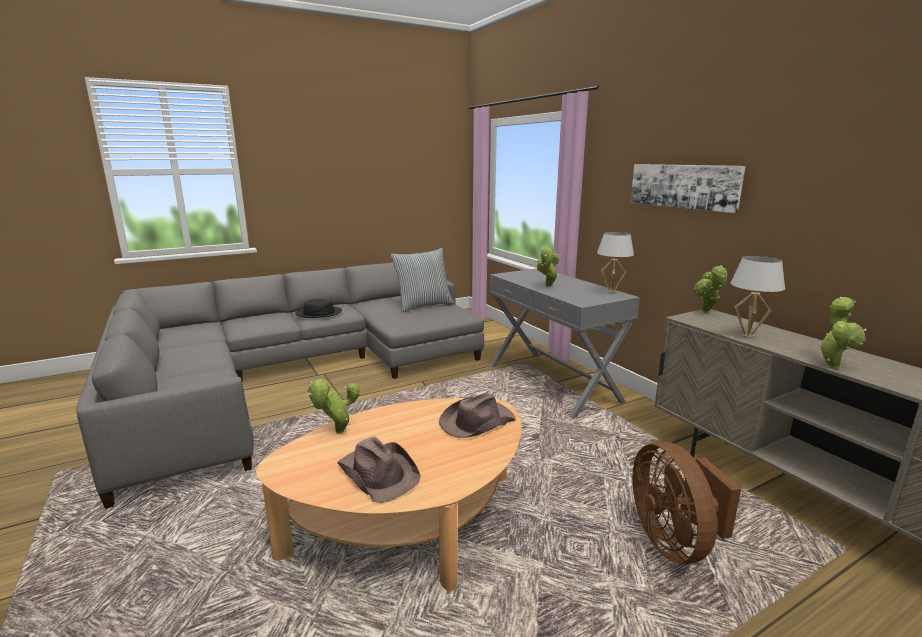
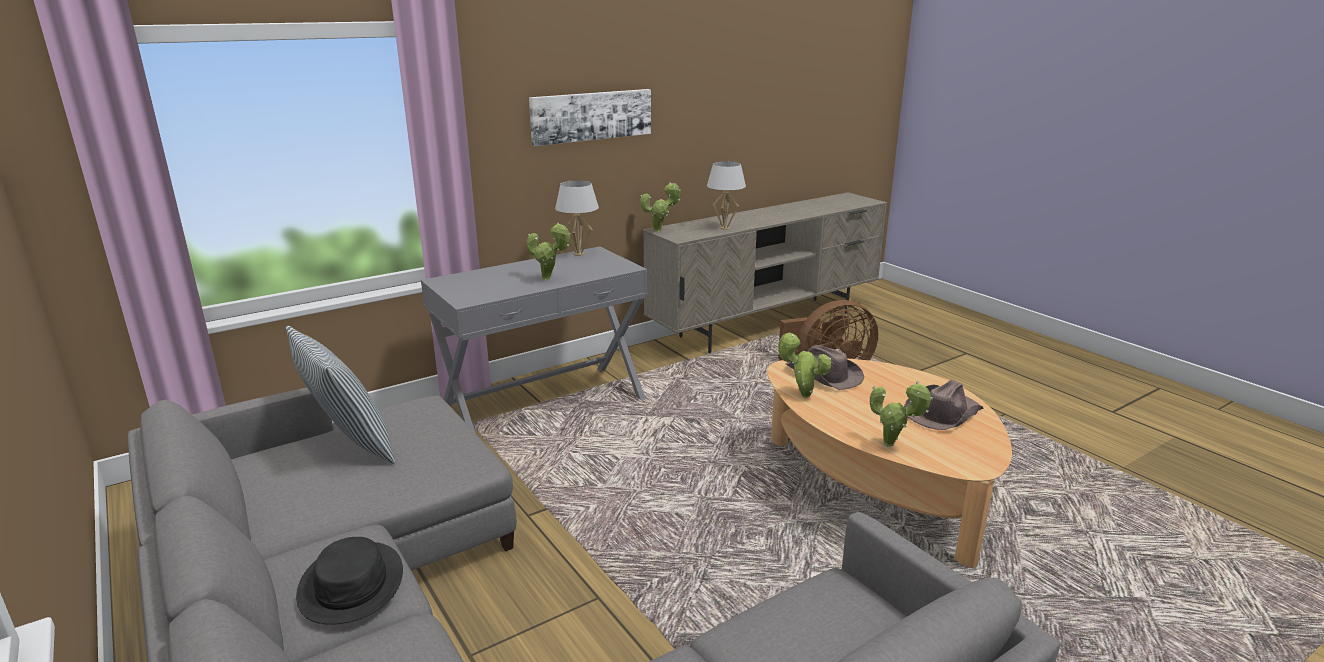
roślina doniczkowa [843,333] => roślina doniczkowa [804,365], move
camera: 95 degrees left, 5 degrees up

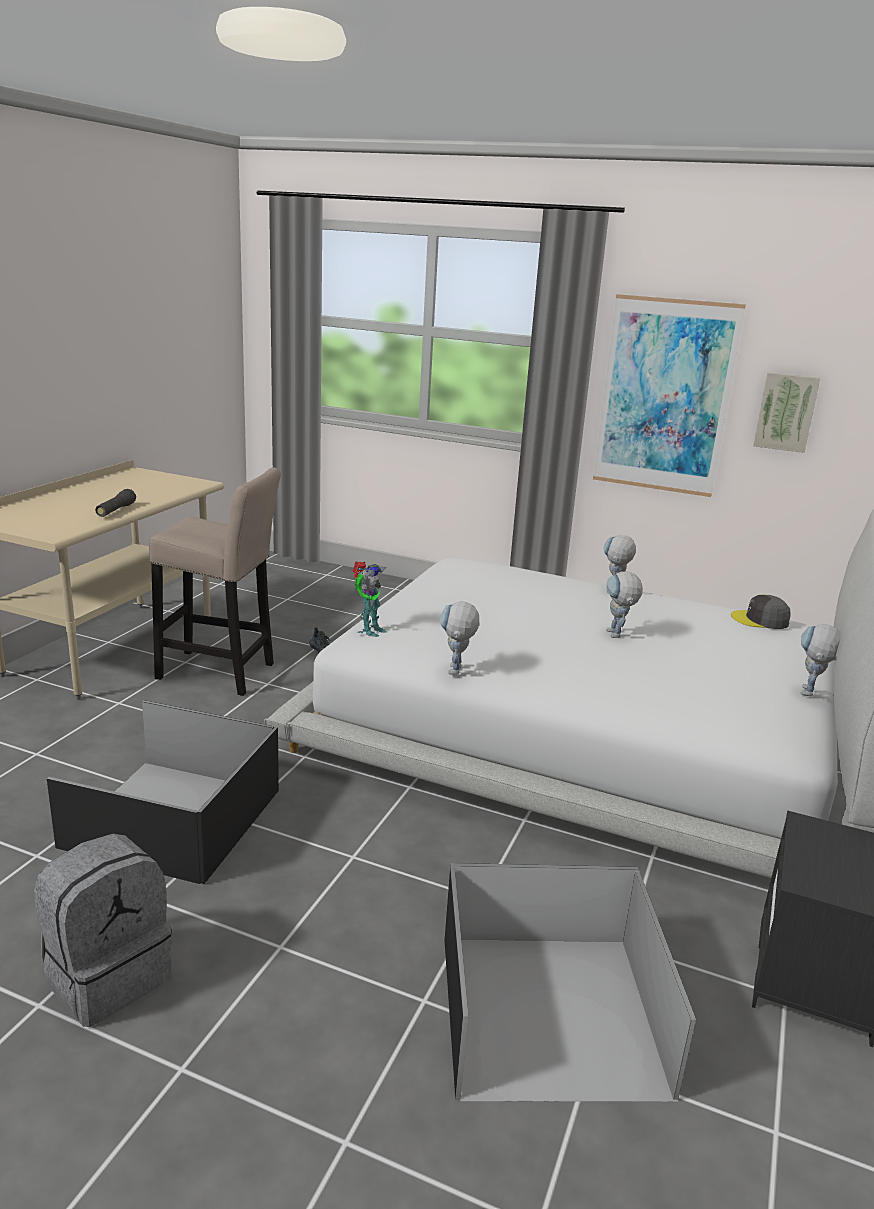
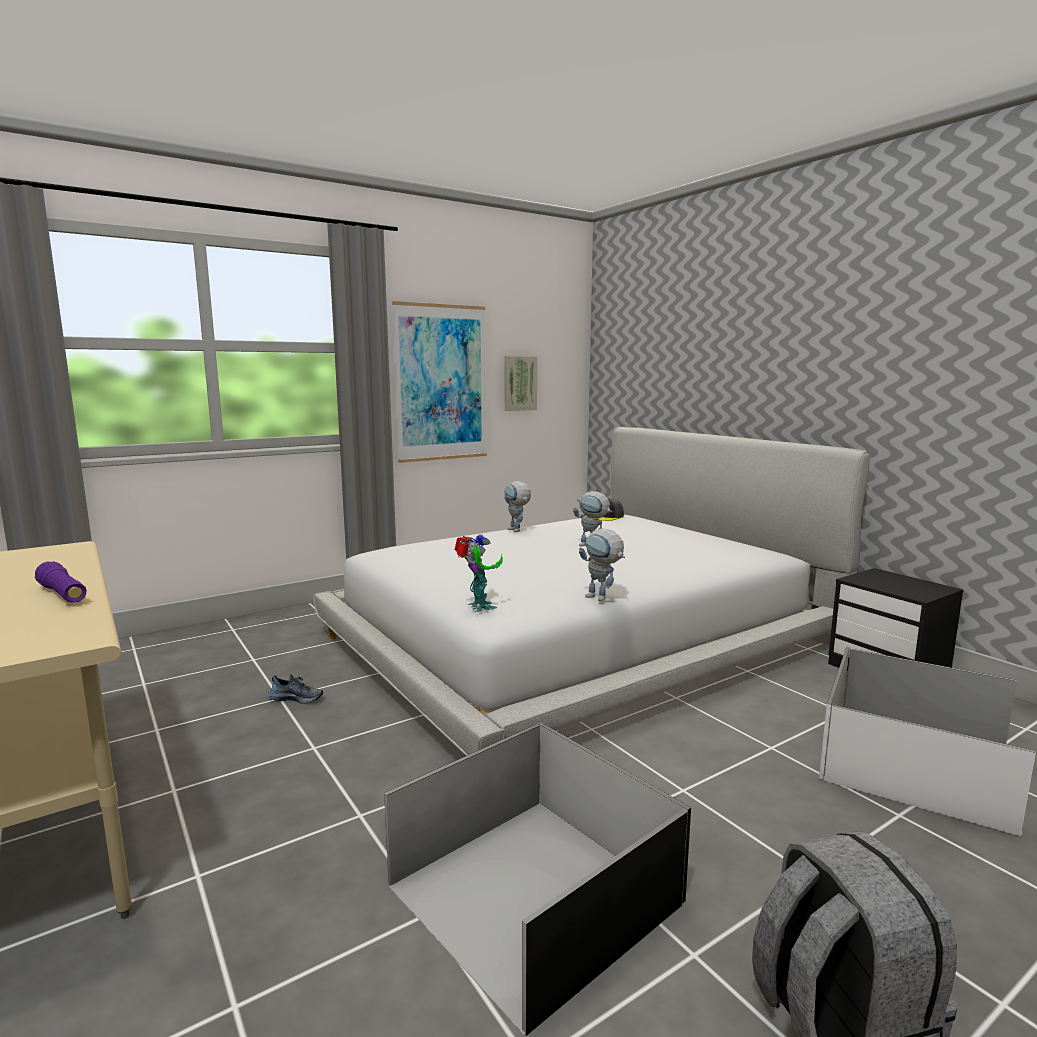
latarka/czarny [115,503] => latarka/fioletowy [61,582]
pojemnik do przechowywania/czarny [570,982] => pojemnik do przechowywania/biały [927,741]
stołek/beżowy [215,581] => nothing
robot zabawkowy [821,660] => nothing
camera: 55 degrees left, 10 degrees down

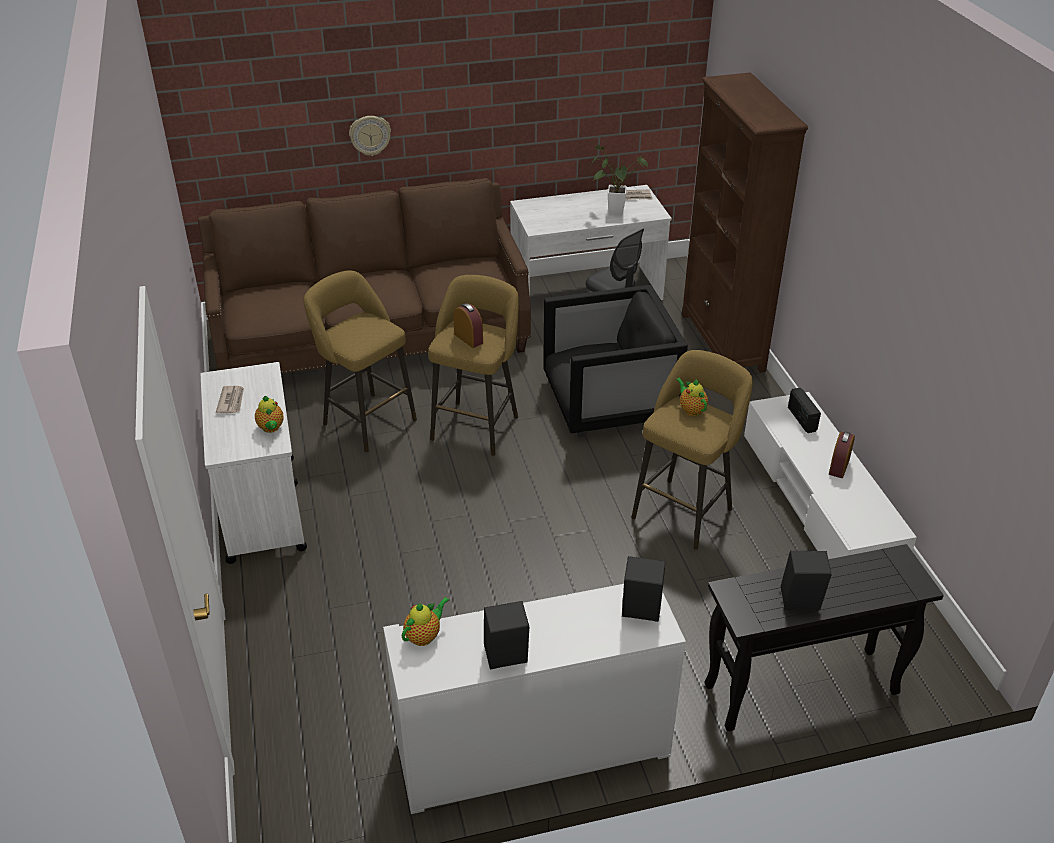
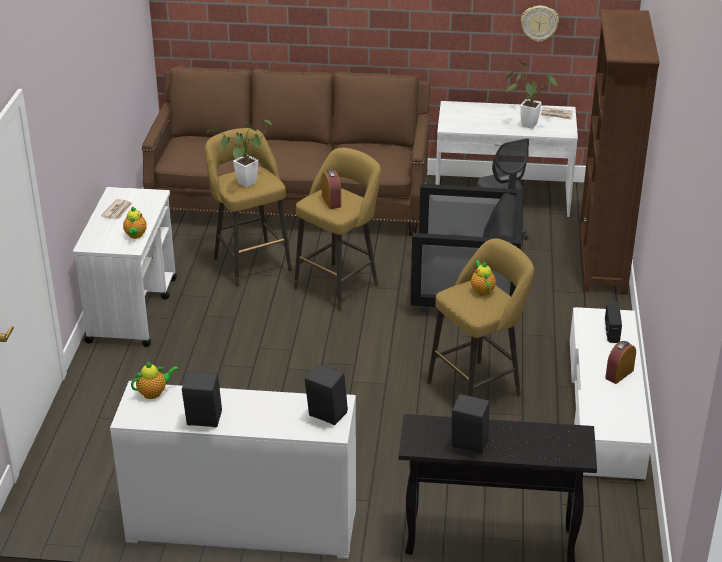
nothing => roślina doniczkowa [239,154]
zegar ścienny [370,136] => zegar ścienny [540,24], move
camera: 20 degrees right, 5 degrees down

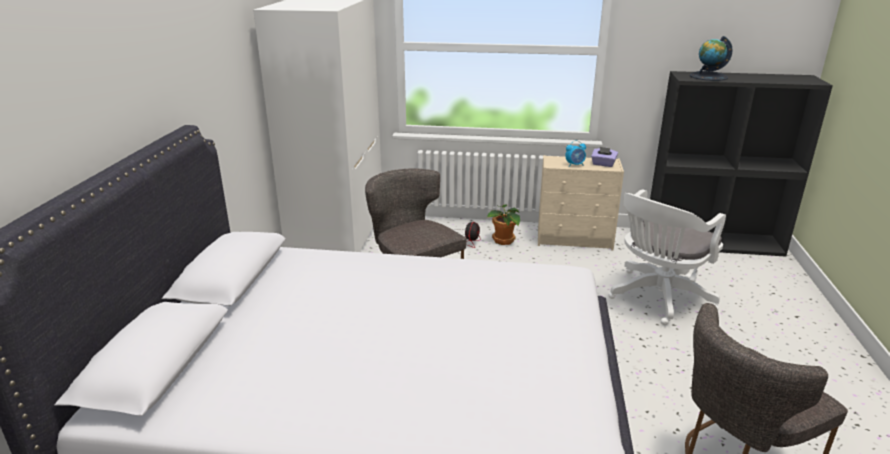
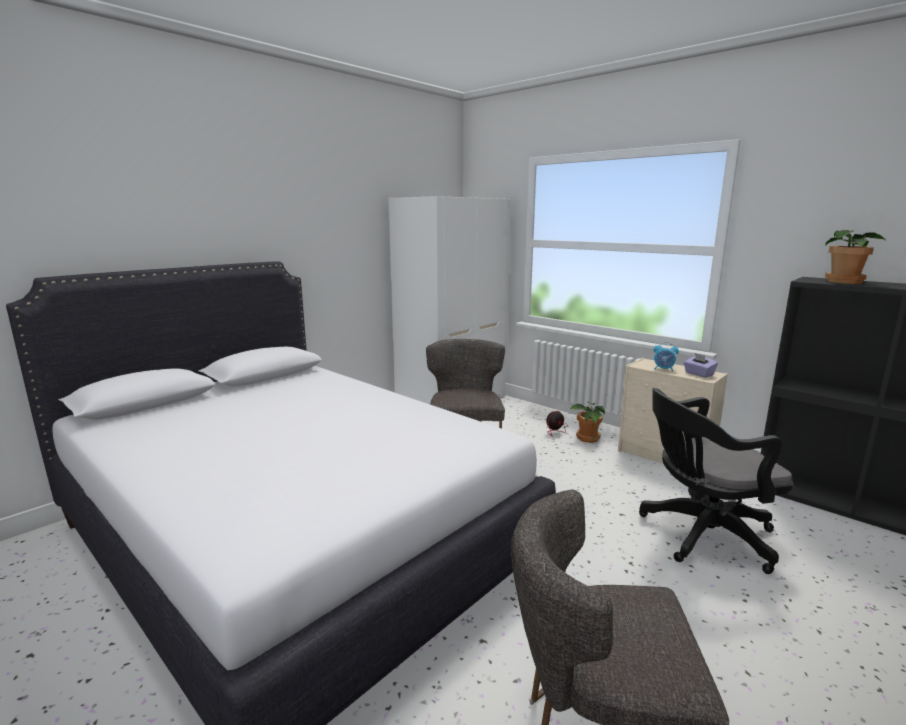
krzesło biurowe/biały [667,257] => krzesło biurowe/czarny [716,481]
globus [711,58] => roślina doniczkowa [855,257]
camera: 35 degrees right, 10 degrees down

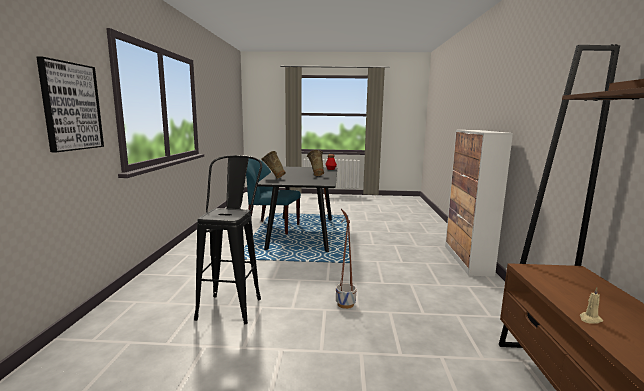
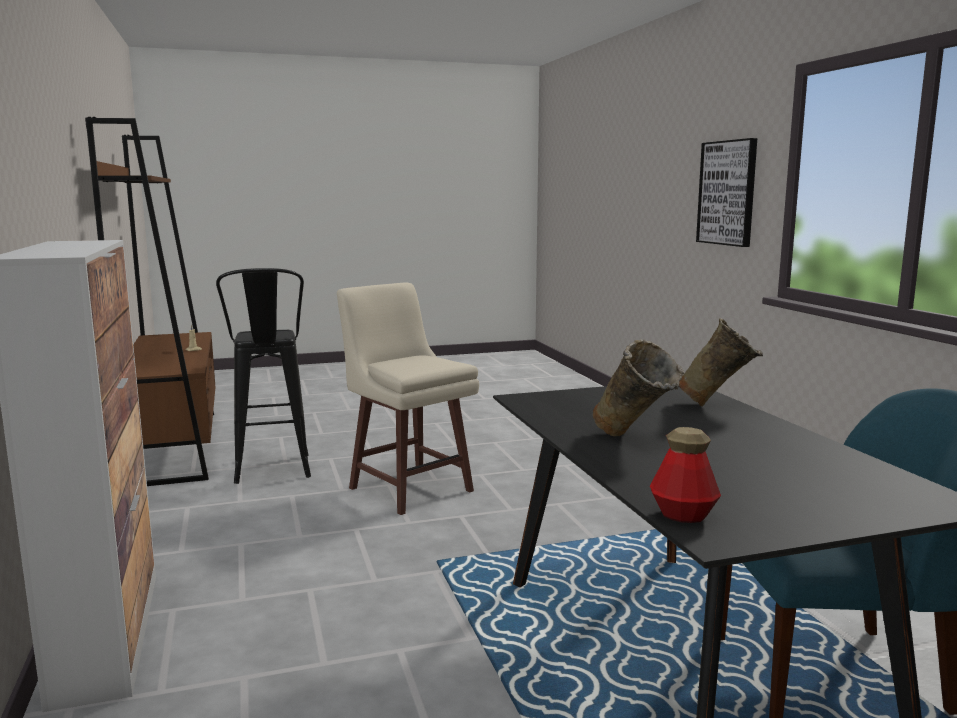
stołek/czarny [228,239] => stołek/czarny [263,376], move
donica [346,259] => stołek/beżowy [408,398]
camera: 160 degrees right, 0 degrees up

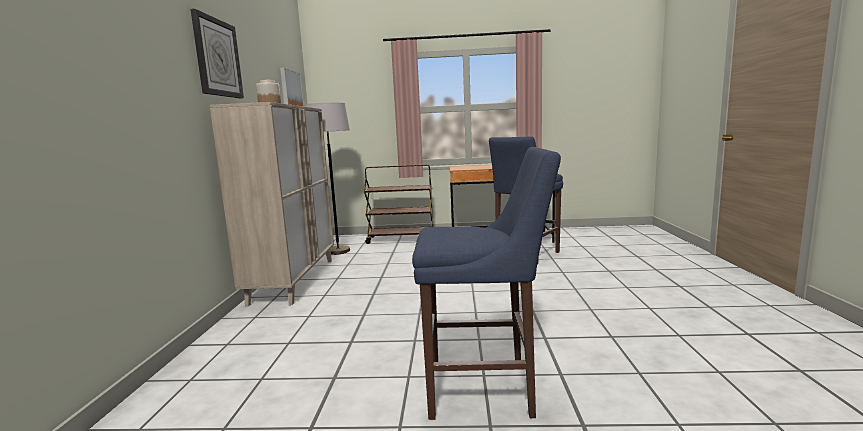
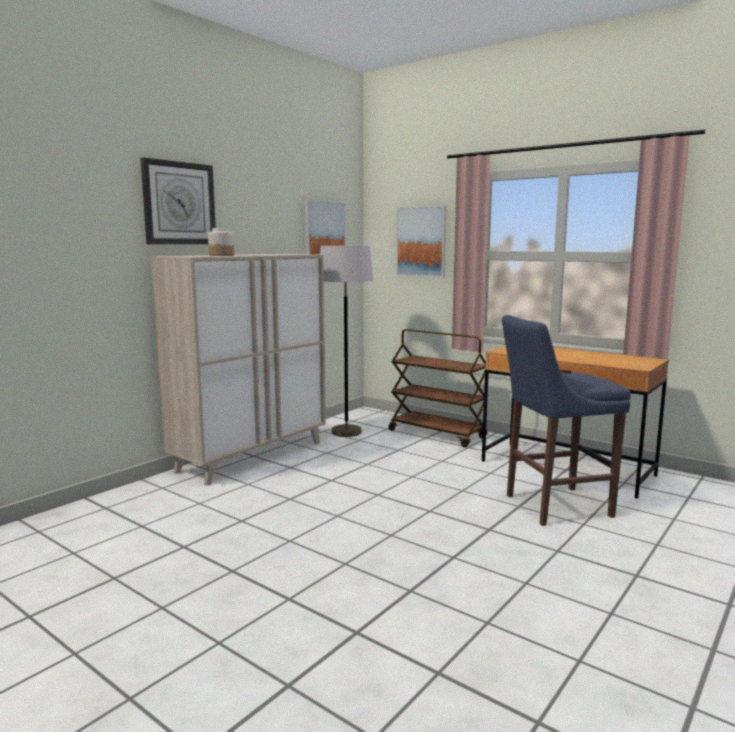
nothing => obraz [421,241]
stołek/niebieski [486,283] => nothing
camera: 35 degrees right, 0 degrees up

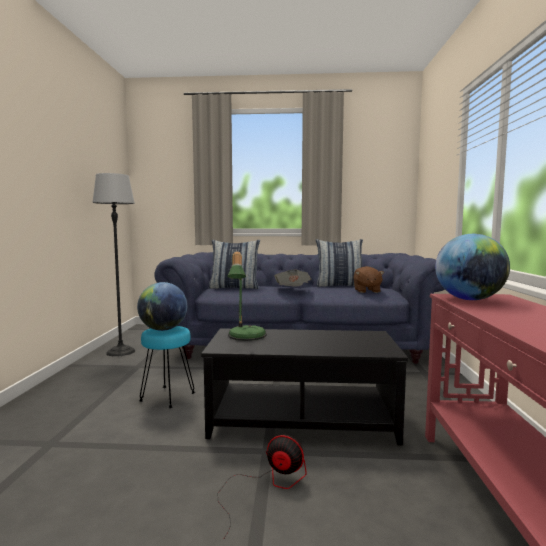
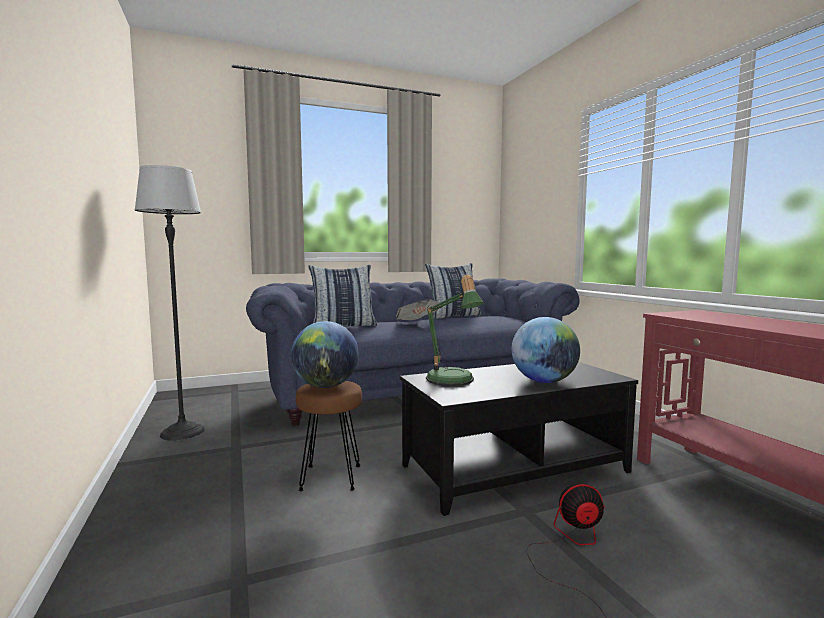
stołek/turkusowy [167,367] => stołek/brązowy [329,436]
globus [472,267] => globus [546,350], move
pluszak/brązowy [368,279] => nothing
camera: 25 degrees left, 0 degrees up

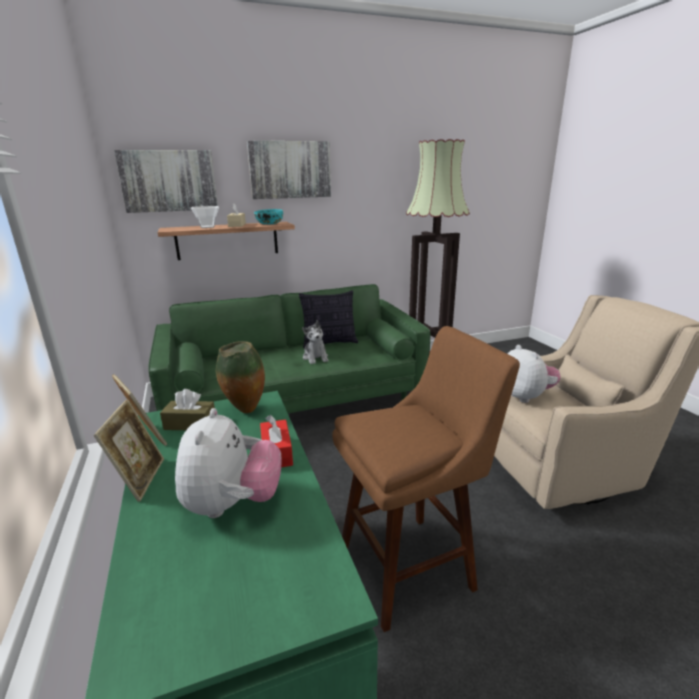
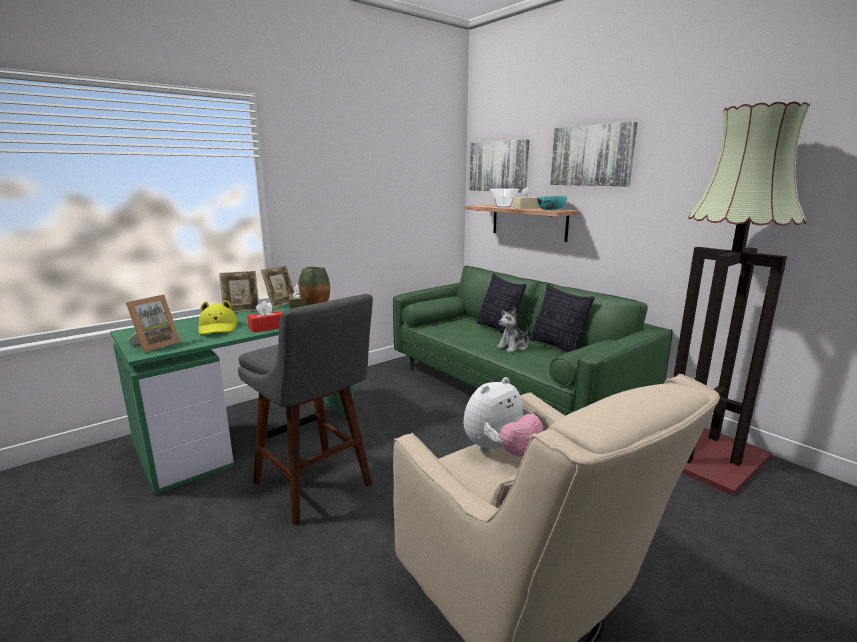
nothing => ramka na zdjęcie [153,323]
pluszak [228,463] => kapelusz/żółty [217,317]
stołek/brązowy [426,479] => stołek/szary [305,409]
nothing => poduszka [502,303]
camera: 70 degrees right, 5 degrees down

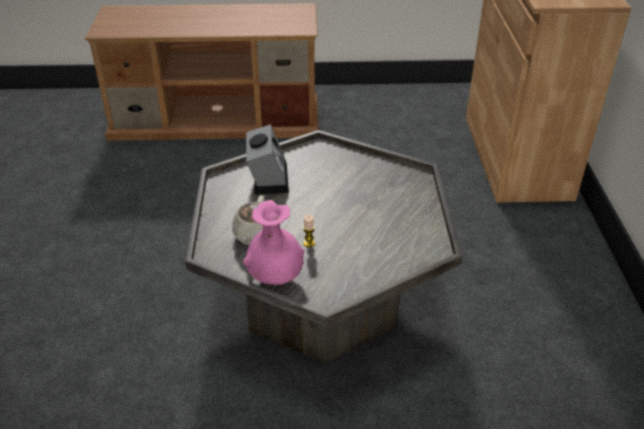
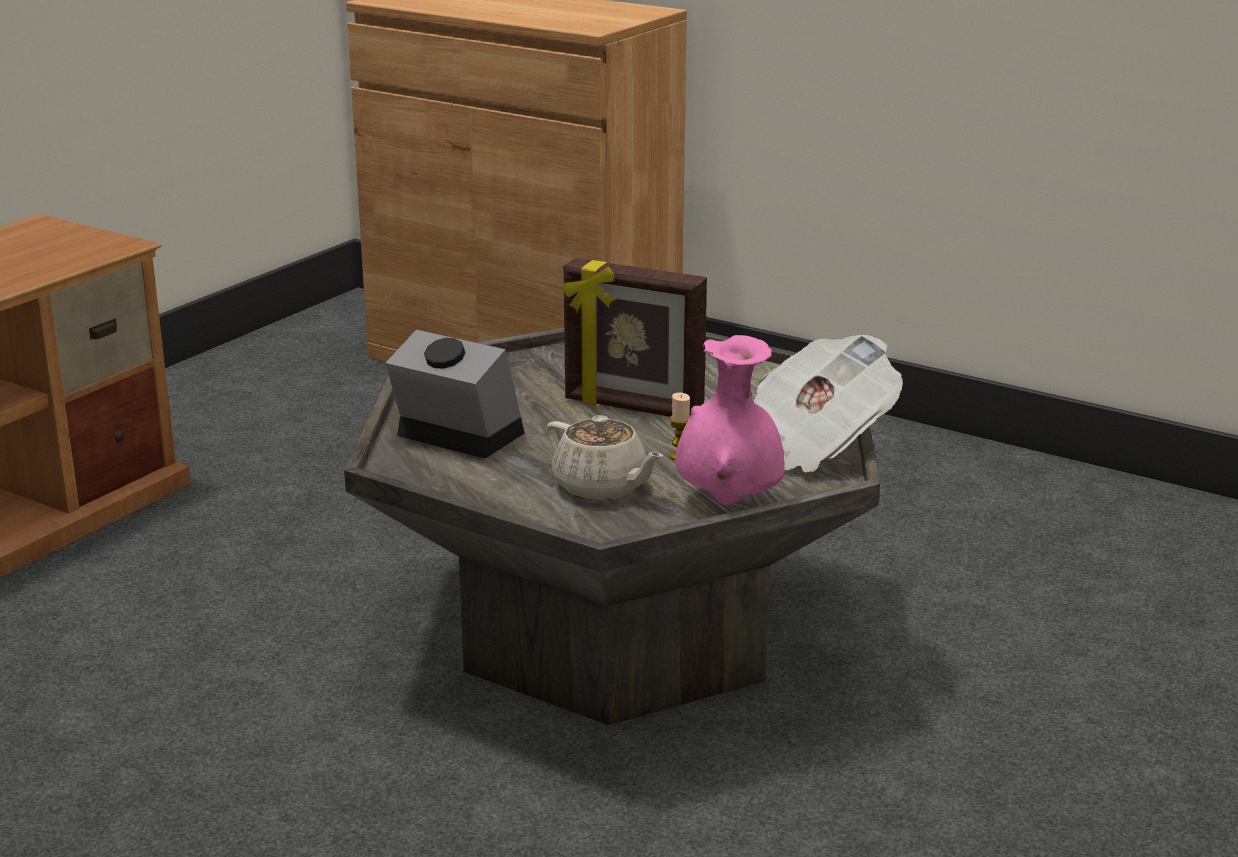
nothing => ramka na zdjęcie [634,337]
nothing => gazeta [828,403]
camera: 55 degrees left, 15 degrees down

